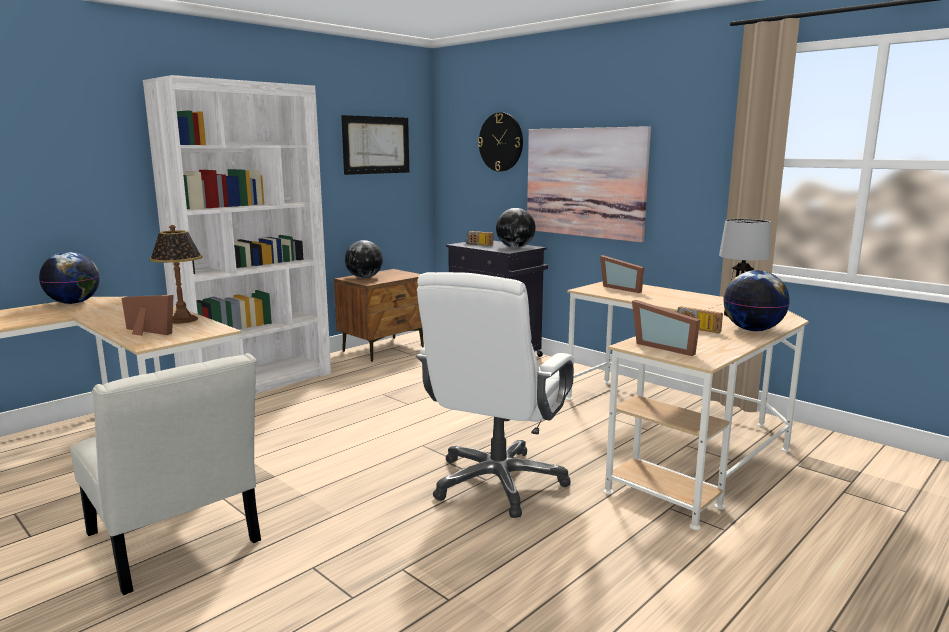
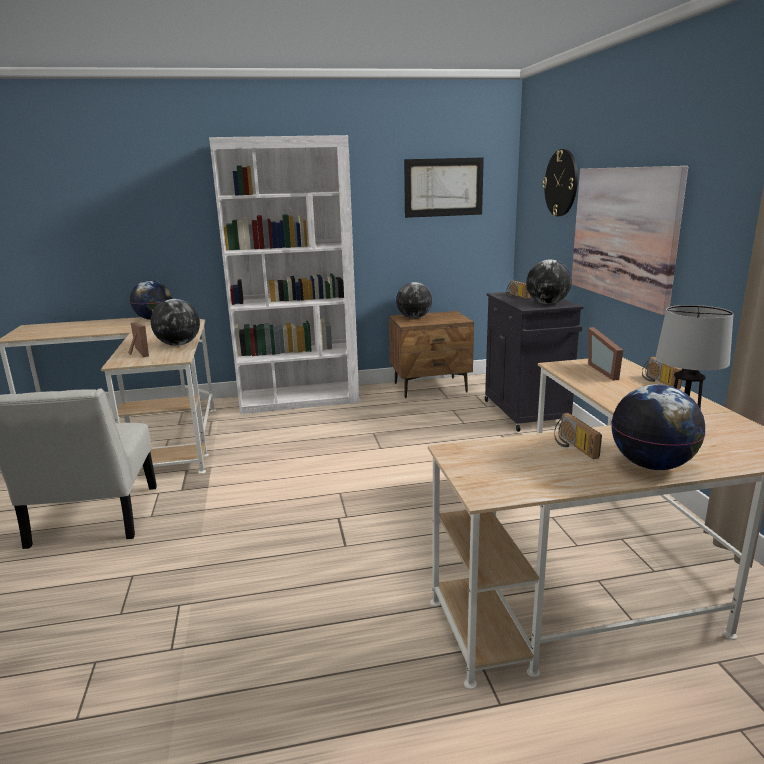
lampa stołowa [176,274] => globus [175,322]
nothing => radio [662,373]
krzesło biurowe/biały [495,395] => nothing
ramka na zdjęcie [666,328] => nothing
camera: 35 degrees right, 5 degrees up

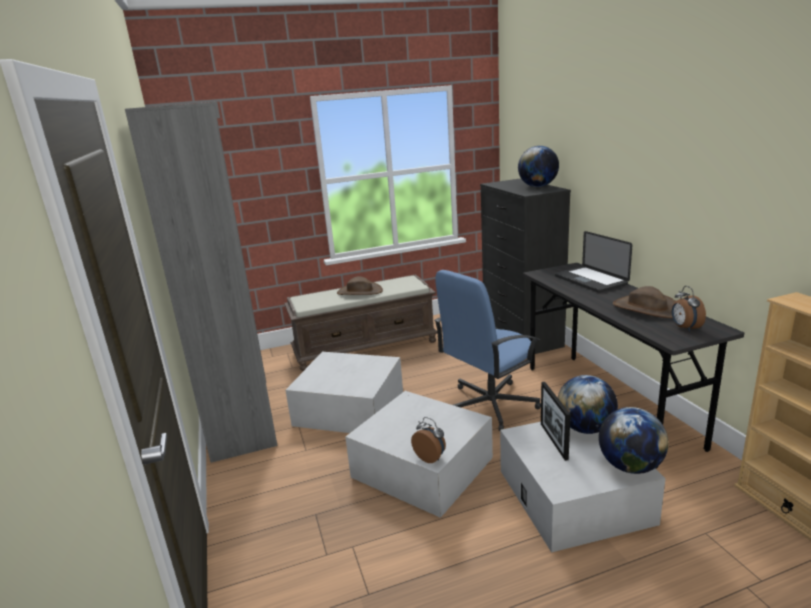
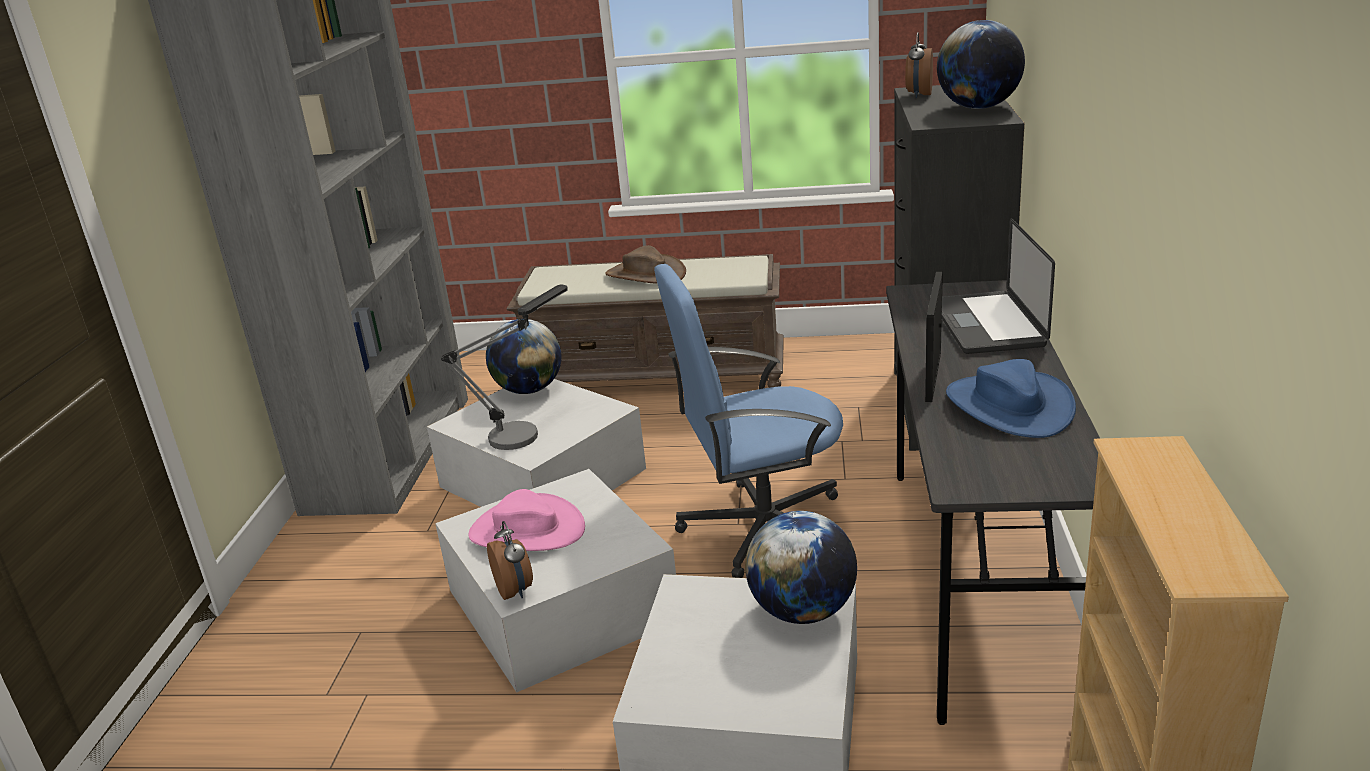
nothing => lampa stołowa [504,367]
nothing => kapelusz/różowy [526,520]
globus [633,440] => globus [524,356], move
budzik [689,309] => budzik [919,65], move
ramka na zdjęcie [556,421] => ramka na zdjęcie [934,337], move
kapelusz/brązowy [644,302] => kapelusz/niebieski [1011,398]
camera: 25 degrees right, 5 degrees up

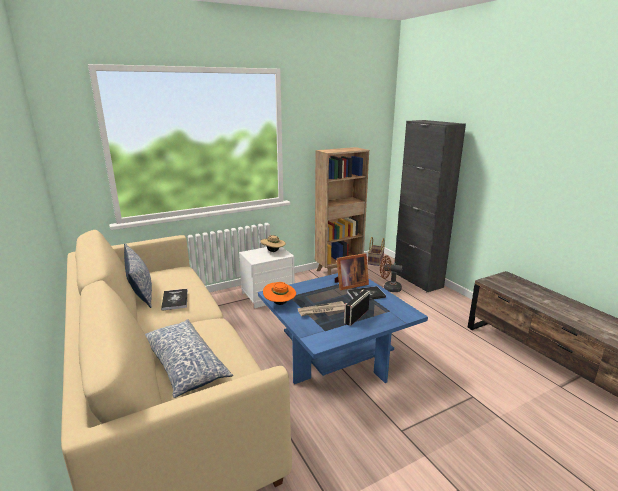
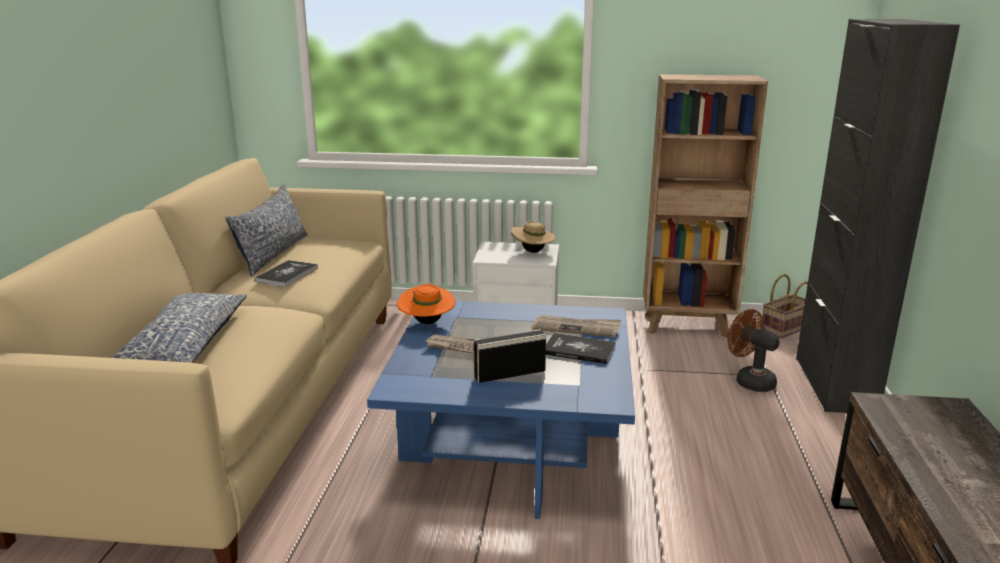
ramka na zdjęcie [352,271] => gazeta [576,326]
camera: 35 degrees right, 0 degrees up

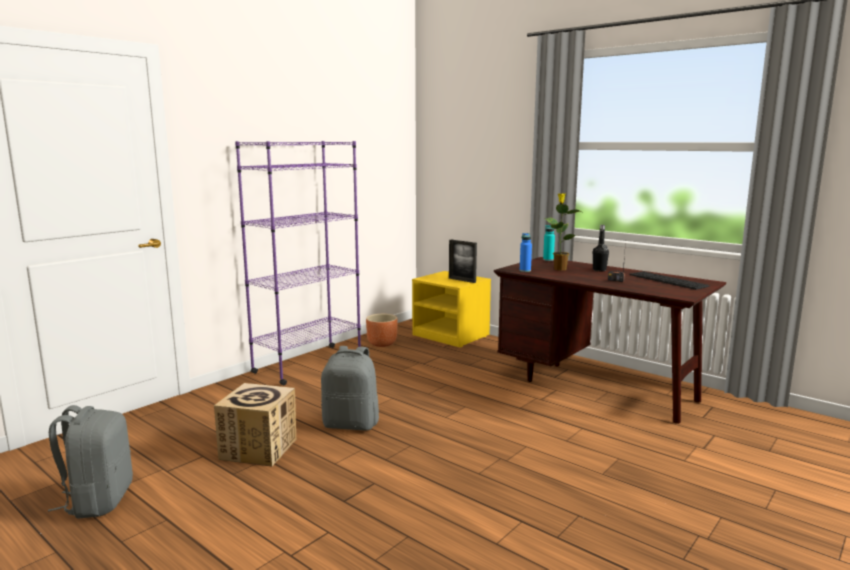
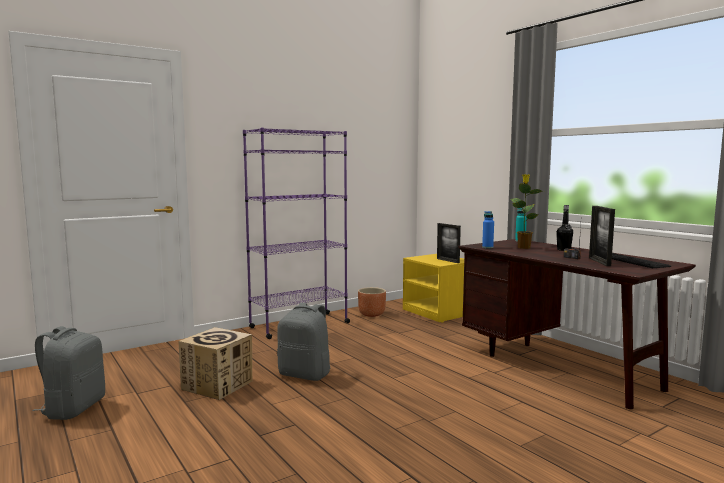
nothing => ramka na zdjęcie [602,236]
camera: 15 degrees right, 5 degrees down

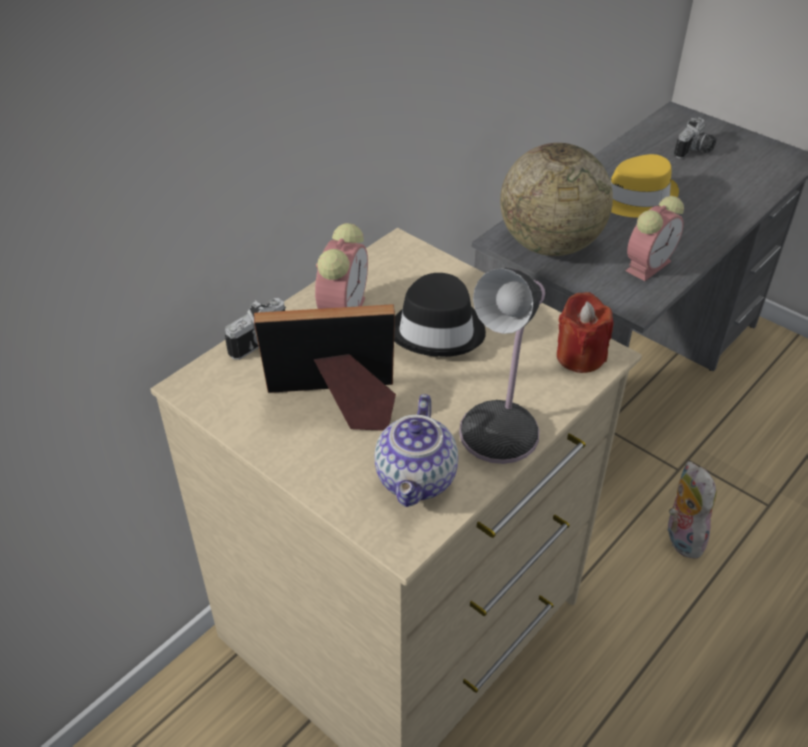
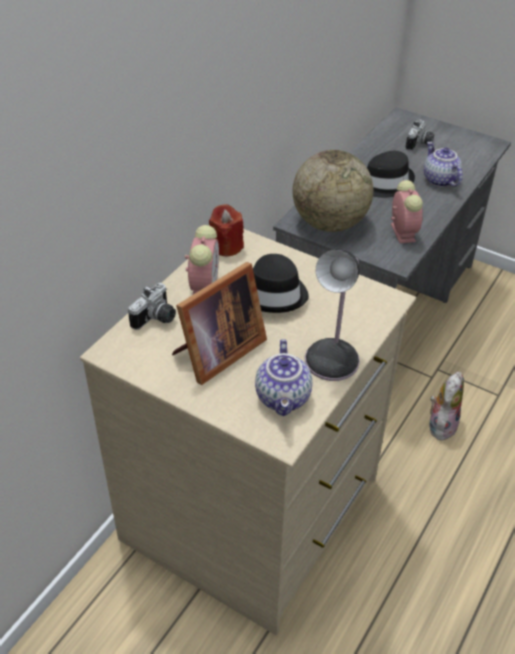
ramka na zdjęcie [325,367] => ramka na zdjęcie [219,323], 150 degrees clockwise
świeca/czerwony [585,332] => świeca/czerwony [226,230], move
kapelusz/żółty [644,186] => kapelusz/czarny [391,174]
budzik [655,238] => budzik [407,211], 45 degrees counterclockwise
nothing => imbryk [443,164]
pluszak [691,510] => pluszak [447,406], 45 degrees clockwise
camera: 10 degrees left, 0 degrees up

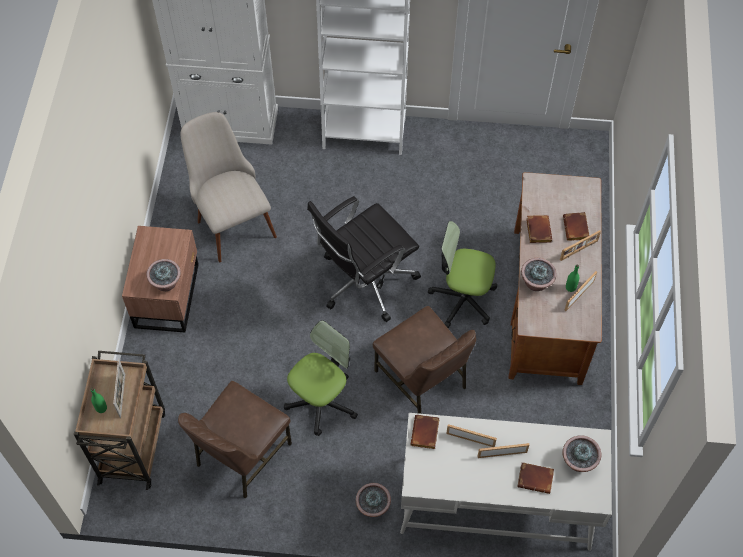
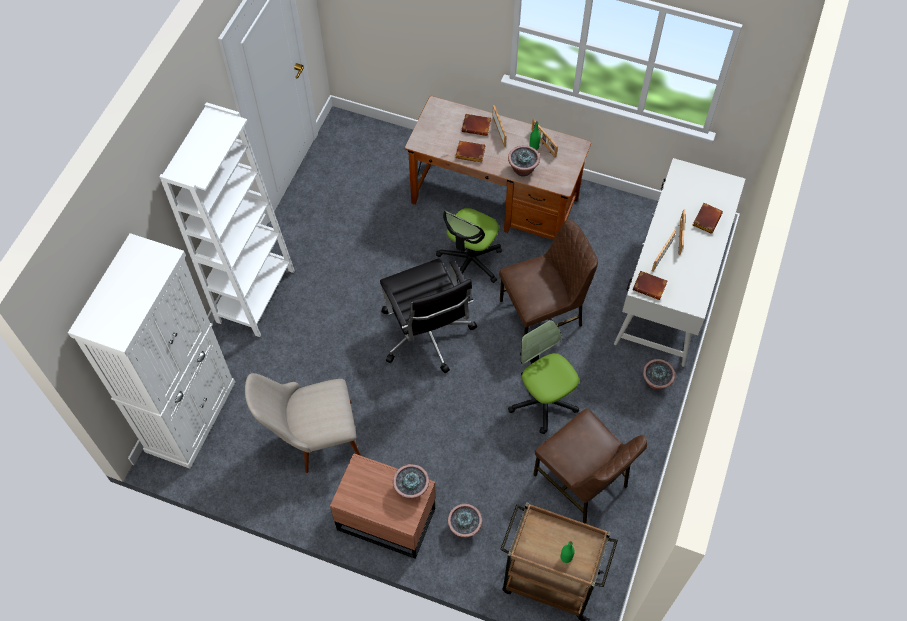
roślina doniczkowa [581,453] => roślina doniczkowa [465,521], move
ramka na zdjęcie [119,388] => nothing
camera: 75 degrees left, 0 degrees up

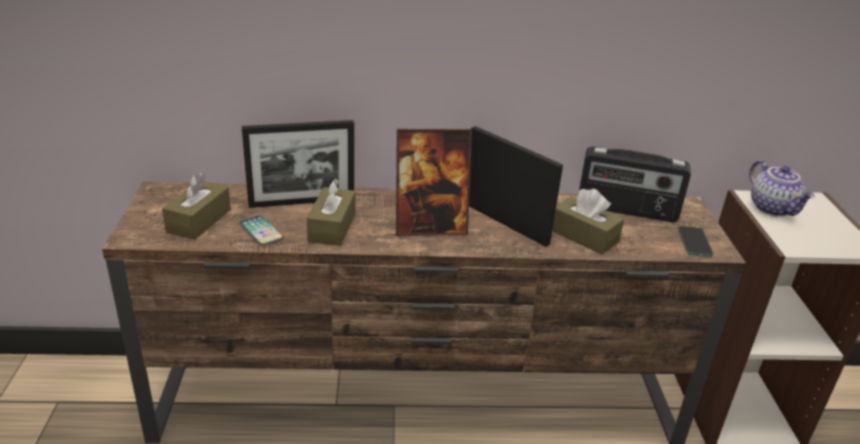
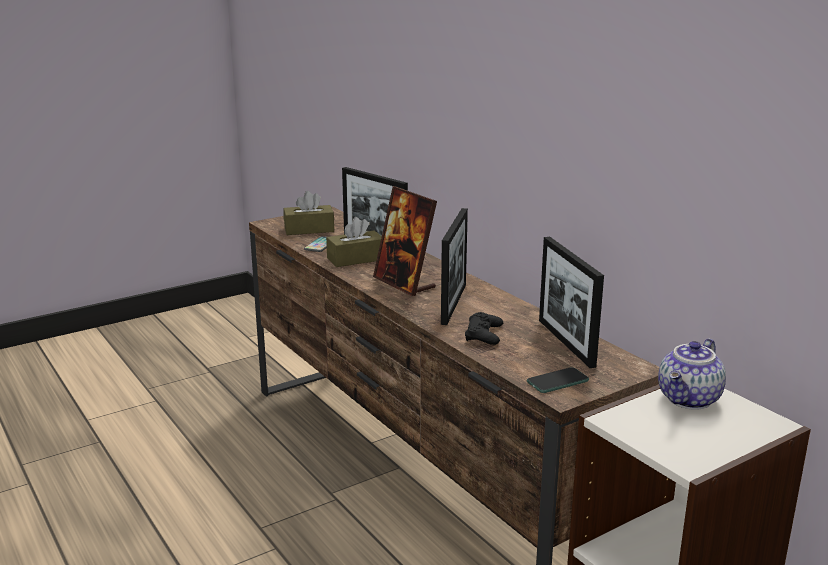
pudełko chusteczek/brązowy [588,221] => pad do gier/czarny [484,328]
radio [634,184] => ramka na zdjęcie [571,302]
camera: 60 degrees right, 10 degrees down

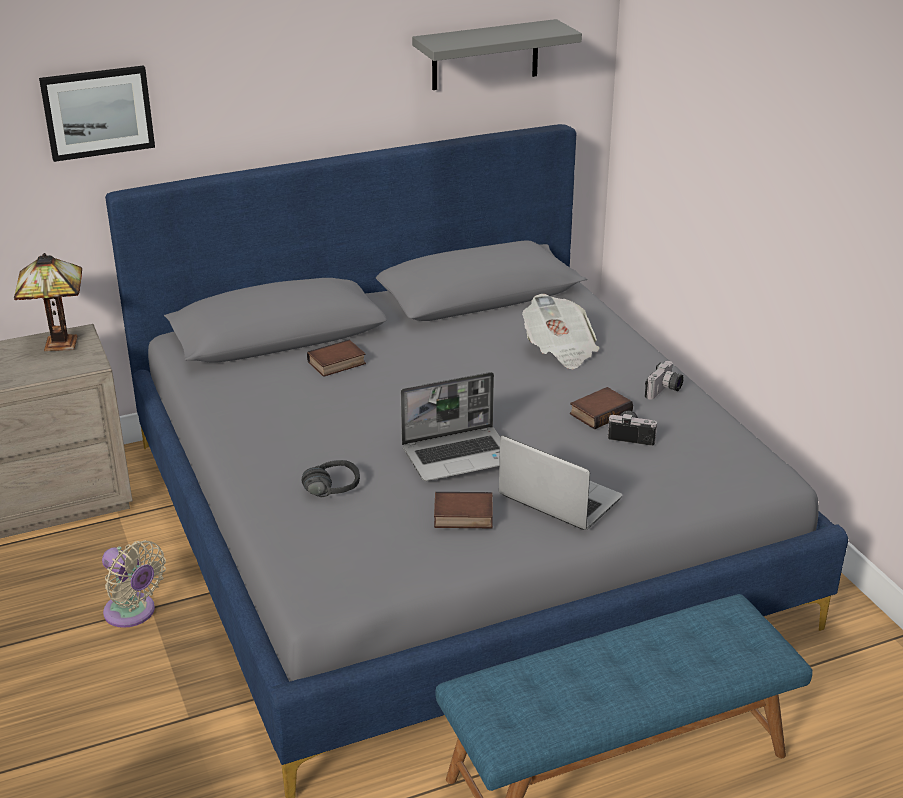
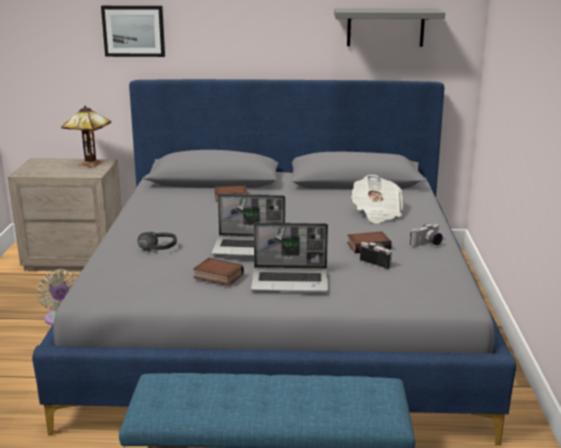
laptop [560,482] => laptop [289,257], 120 degrees clockwise
camera: 25 degrees right, 10 degrees down

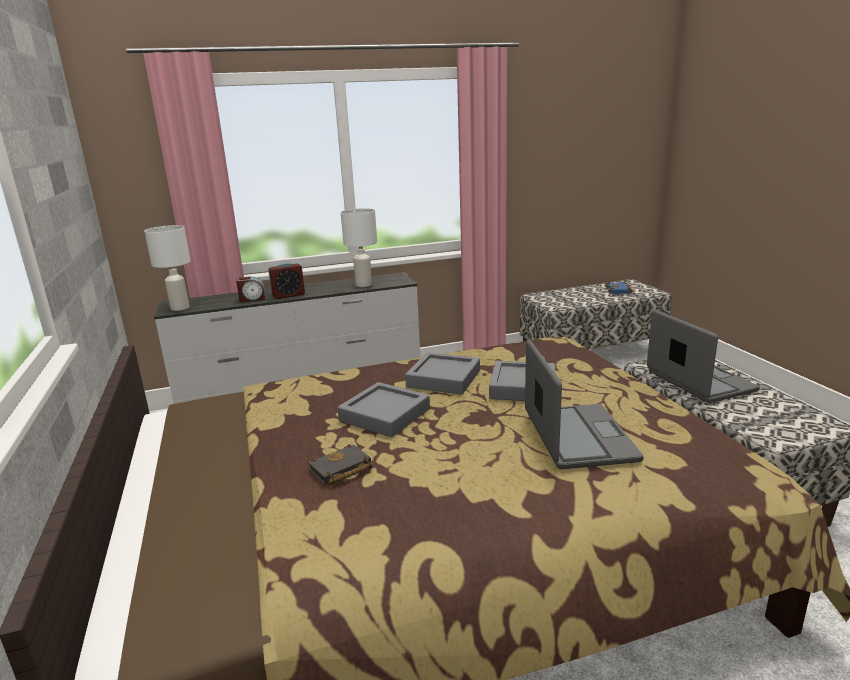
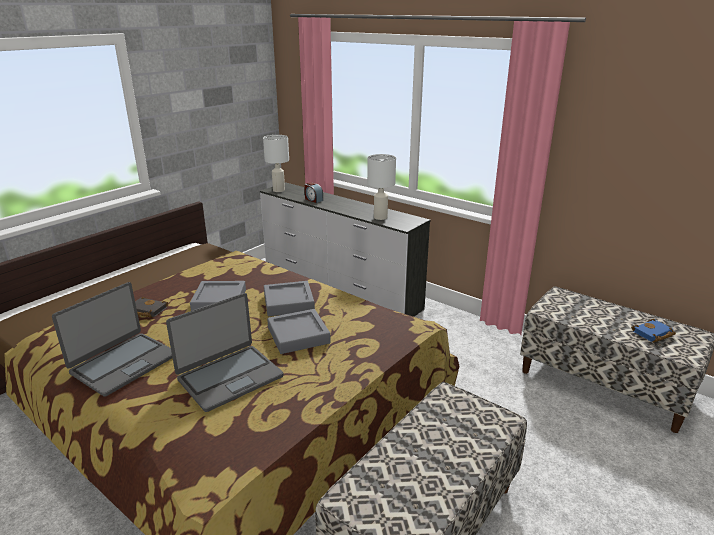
laptop [703,356] => laptop [112,339], move
budzik [286,280] => nothing
camera: 55 degrees right, 5 degrees up

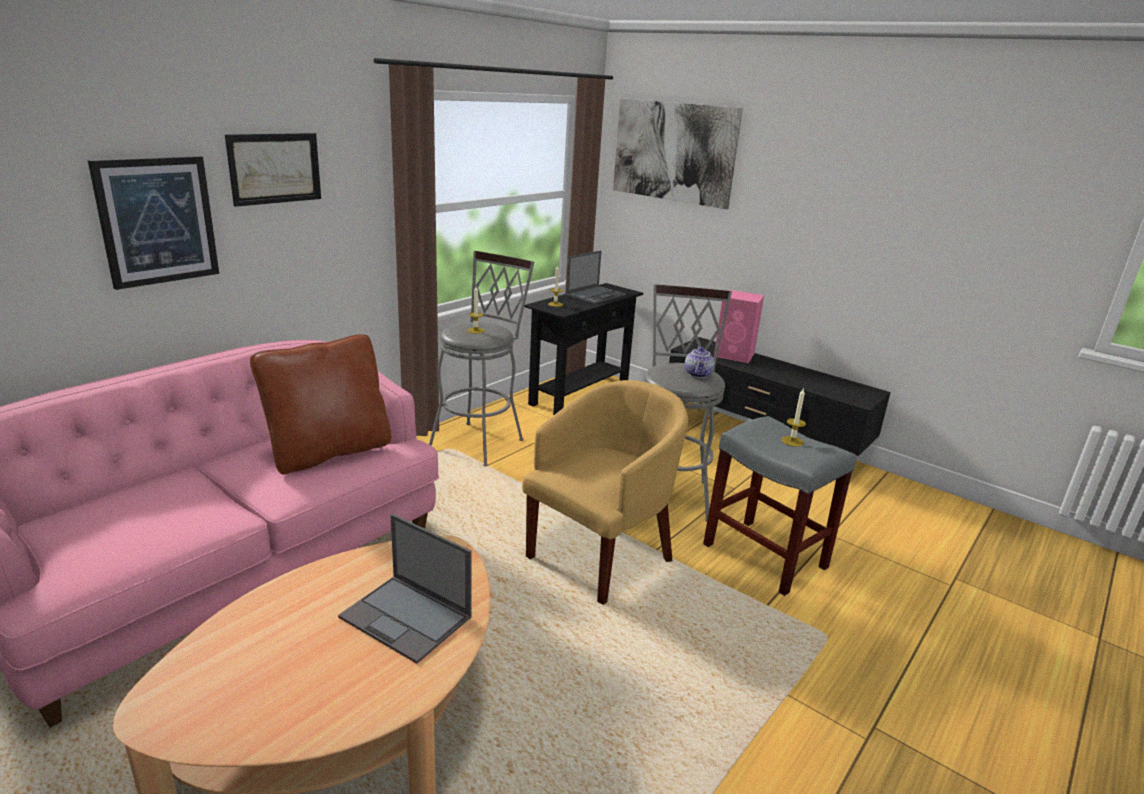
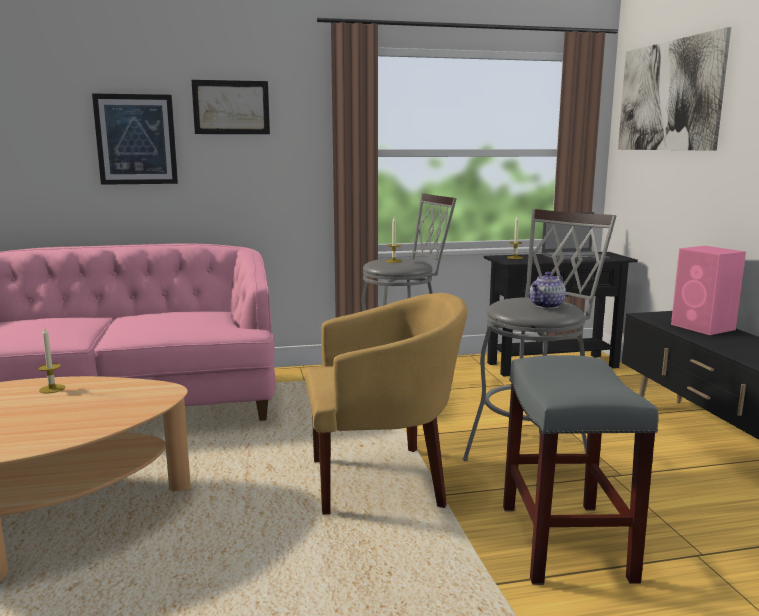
świeca [793,418] => świeca [51,360], move
poduszka/brązowy [320,404] => nothing
laptop [405,589] => nothing
camera: 40 degrees right, 10 degrees down

